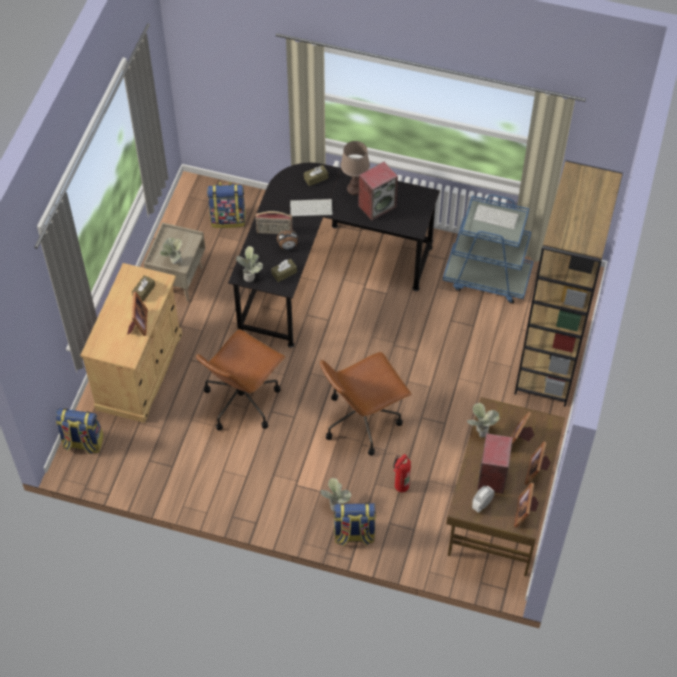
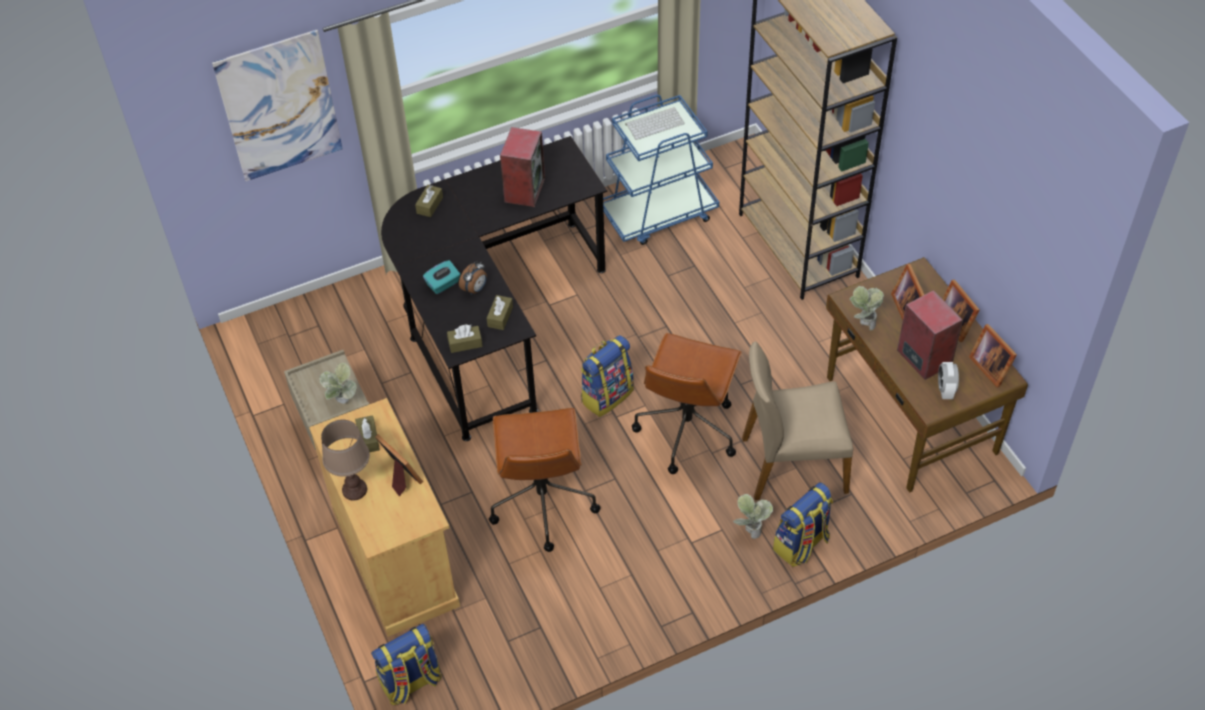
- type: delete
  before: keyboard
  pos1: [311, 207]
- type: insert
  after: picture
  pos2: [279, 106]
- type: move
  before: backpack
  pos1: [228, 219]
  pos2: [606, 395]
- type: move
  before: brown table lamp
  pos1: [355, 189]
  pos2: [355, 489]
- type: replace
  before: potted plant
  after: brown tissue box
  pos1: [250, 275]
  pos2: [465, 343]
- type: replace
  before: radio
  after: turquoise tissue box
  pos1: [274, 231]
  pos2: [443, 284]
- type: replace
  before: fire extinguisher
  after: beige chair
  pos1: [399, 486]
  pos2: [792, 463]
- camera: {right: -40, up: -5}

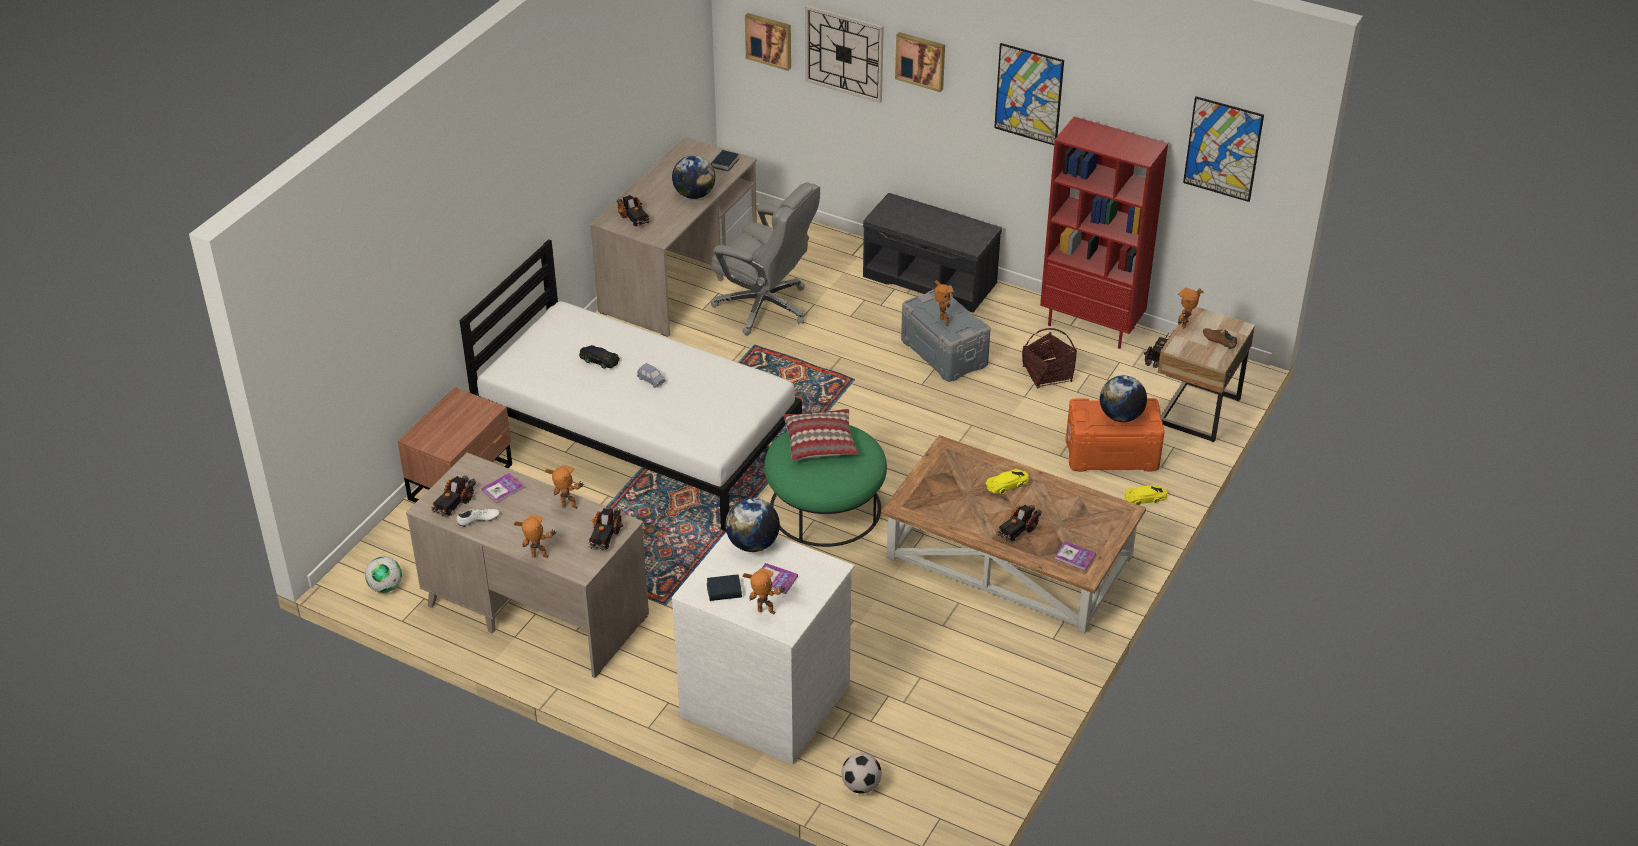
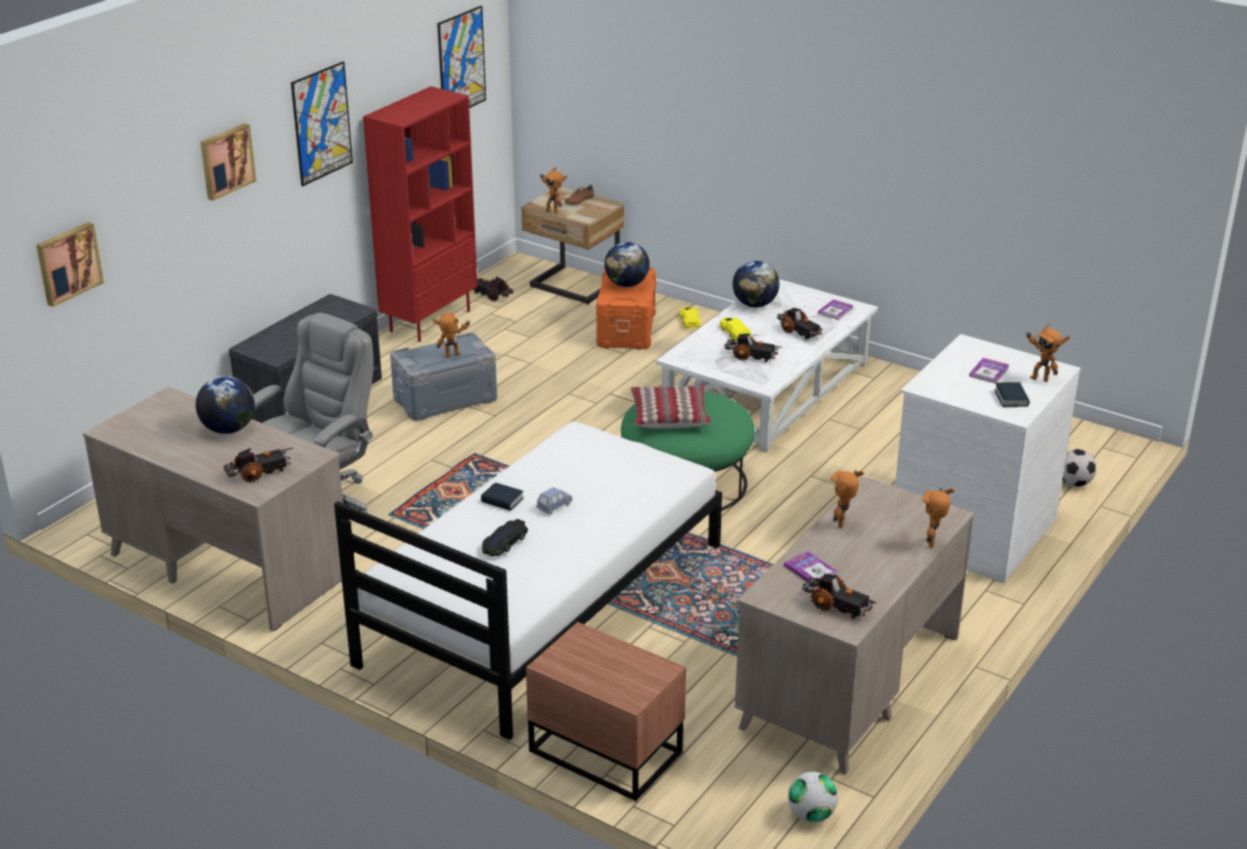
- type: delete
  before: white shoe
  pos1: [478, 520]
- type: delete
  before: wall clock
  pos1: [844, 53]
- type: delete
  before: basket
  pos1: [1047, 374]
- type: move
  before: toy truck
  pos1: [604, 535]
  pos2: [751, 357]
- type: move
  before: book
  pos1: [725, 163]
  pos2: [502, 500]
- type: move
  before: globe
  pos1: [753, 544]
  pos2: [755, 305]
- type: recolor
  before: brown coffee table
  after: white coffee table
  pos1: [1007, 558]
  pos2: [767, 390]
- type: rotate
  before: toy robot
  pos1: [766, 614]
  pos2: [1039, 378]
  turn: -75
- camera: {right: -85, up: -10}

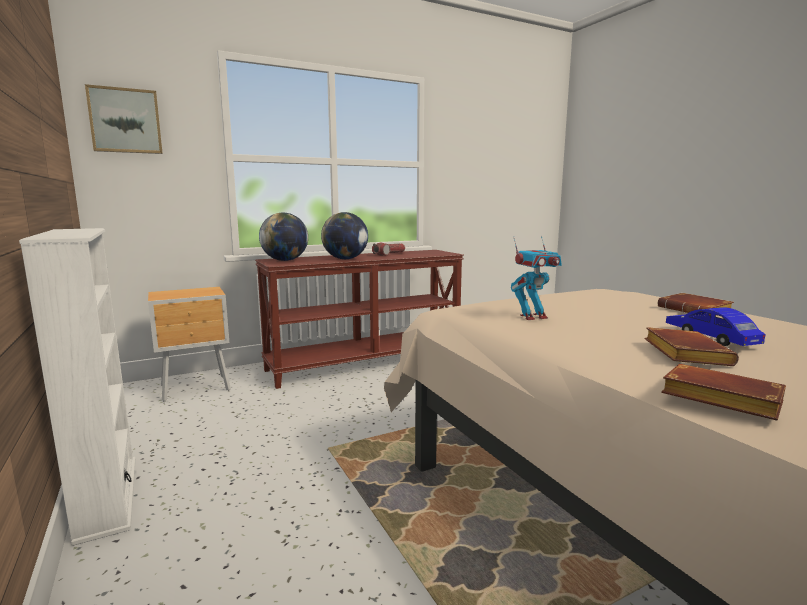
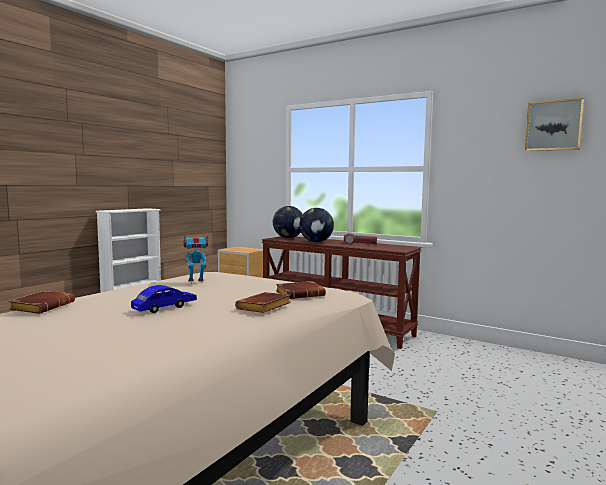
- type: move
  before: picture
  pos1: [125, 121]
  pos2: [553, 125]
- type: move
  before: brown book
  pos1: [682, 353]
  pos2: [301, 294]
- type: rotate
  before: toy robot
  pos1: [532, 317]
  pos2: [196, 281]
  turn: 120
- camera: {right: 60, up: -5}

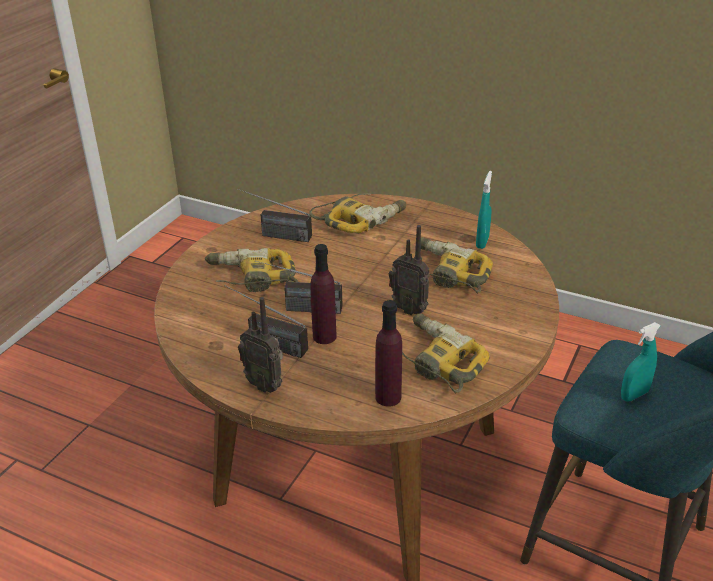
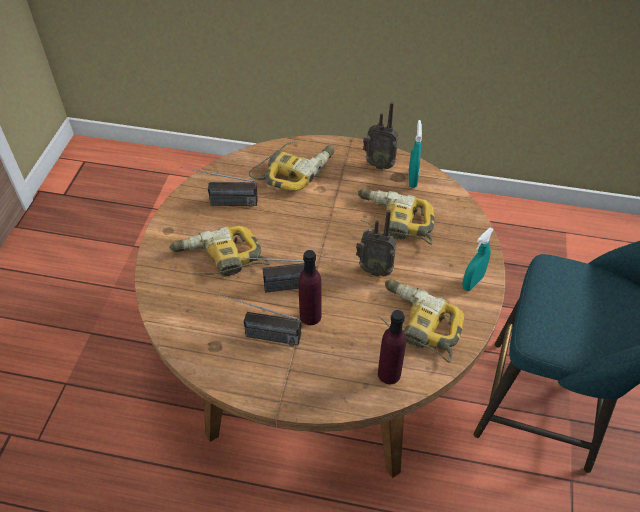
- type: move
  before: radio
  pos1: [265, 384]
  pos2: [379, 164]
- type: move
  before: turquoise spray bottle
  pos1: [634, 395]
  pos2: [472, 282]
- camera: {right: -15, up: 15}

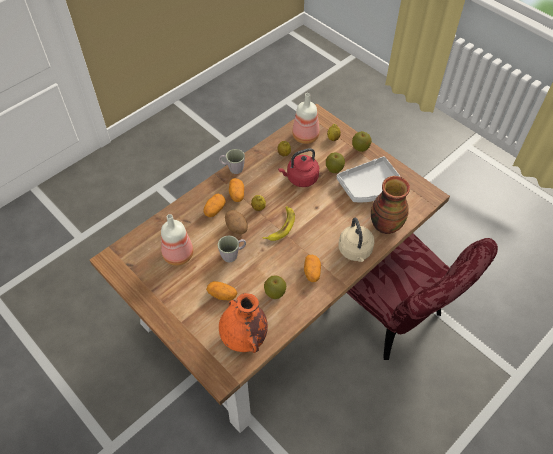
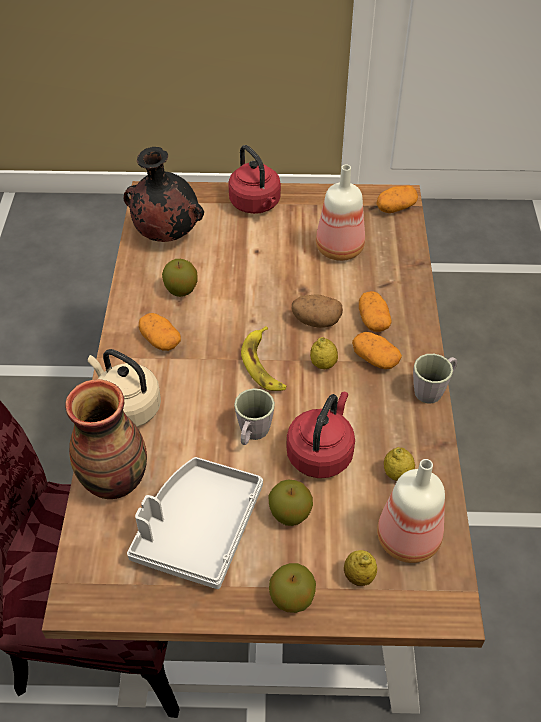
- type: insert
  after: red kettle
  pos2: [256, 204]
- type: move
  before: potato
  pos1: [222, 295]
  pos2: [395, 208]
- type: move
  before: grey mug
  pos1: [233, 254]
  pos2: [252, 434]
- type: recolor
  before: orange vase
  after: black vase
  pos1: [244, 337]
  pos2: [166, 233]
- camera: {right: 135, up: -5}

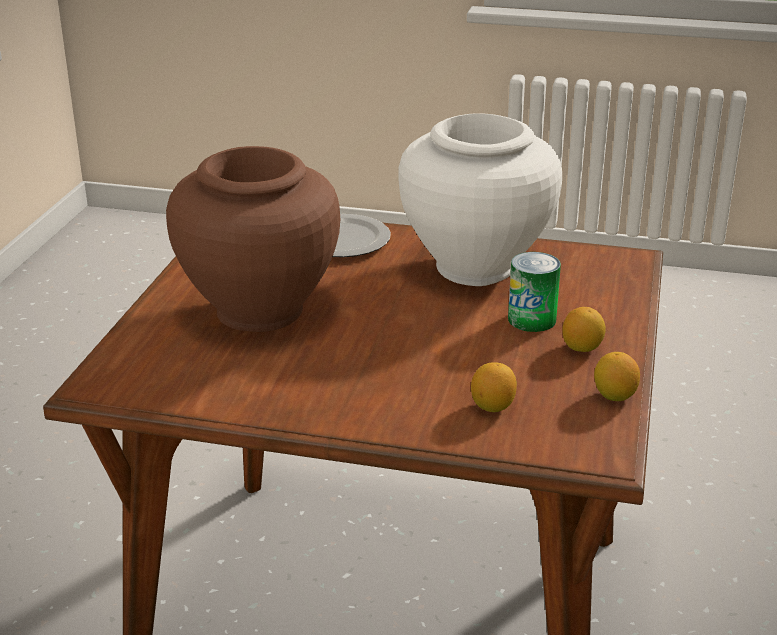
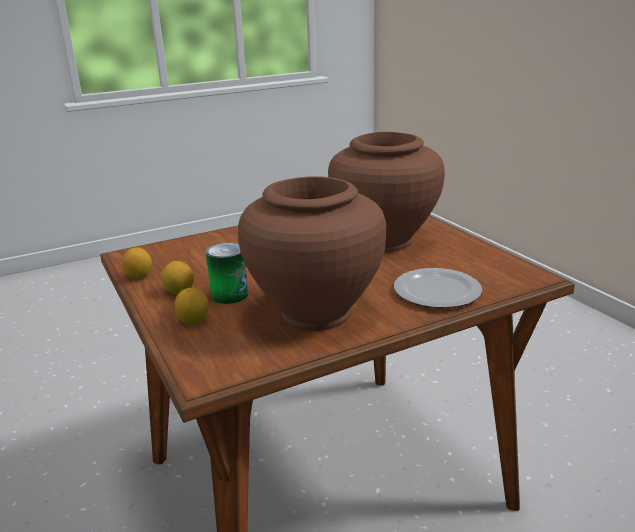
- type: move
  before: lemon
  pos1: [492, 406]
  pos2: [193, 321]
- type: recolor
  before: white vase
  after: brown vase
  pos1: [475, 267]
  pos2: [316, 313]
- camera: {right: 140, up: -5}

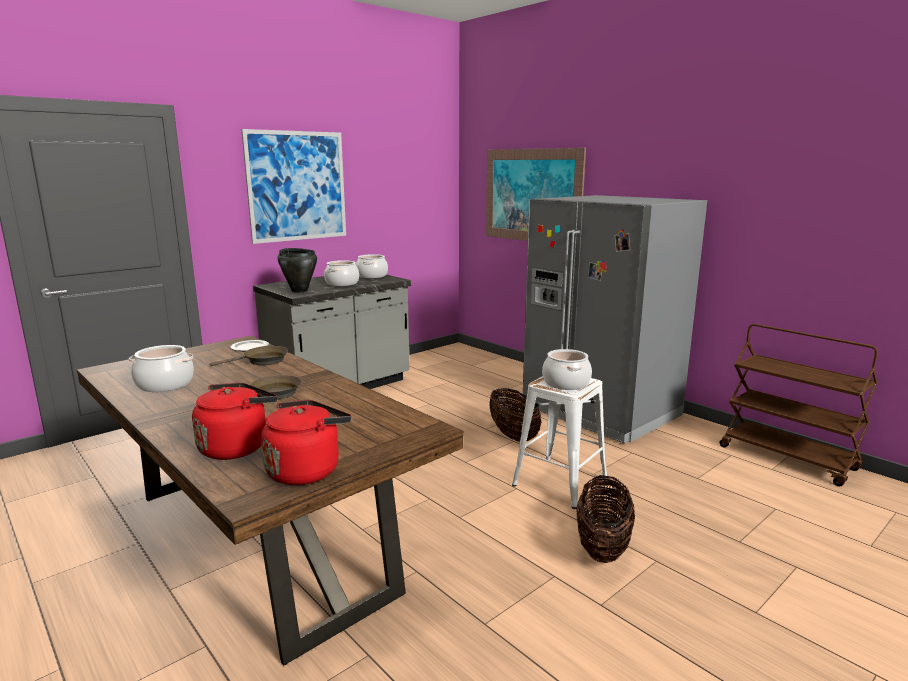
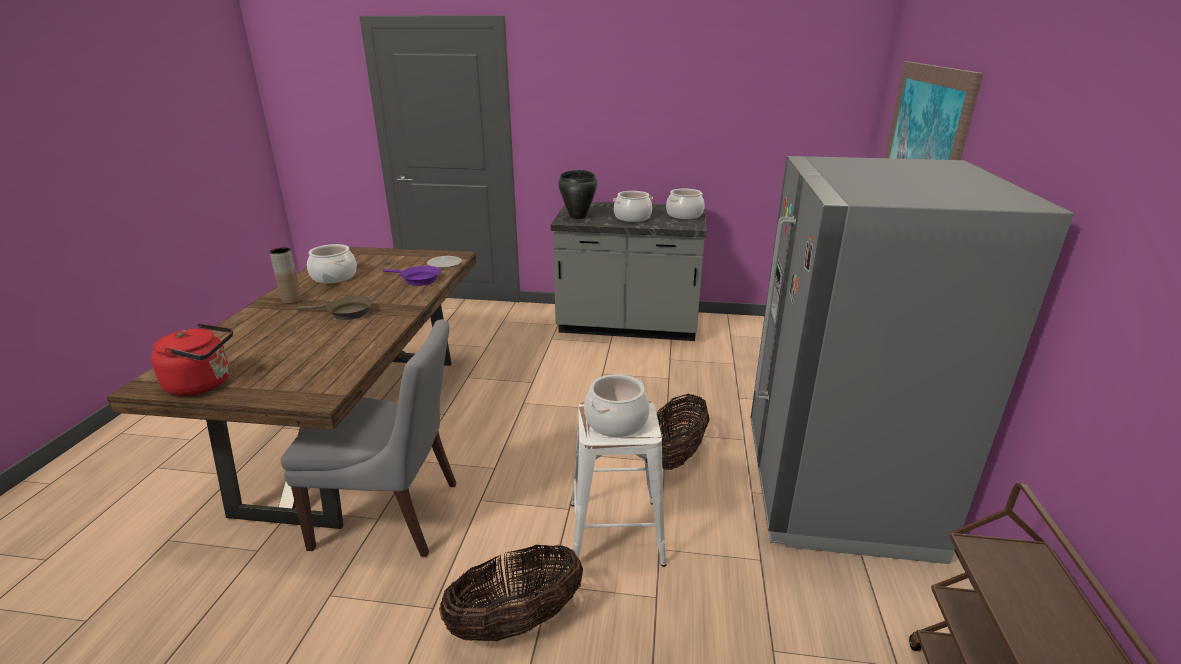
- type: delete
  before: red kettle
  pos1: [236, 447]
- type: delete
  before: picture
  pos1: [297, 186]
- type: insert
  after: brown vase
  pos2: [291, 300]
- type: insert
  after: grey chair
  pos2: [392, 515]
- type: recolor
  before: brown frying pan
  after: purple frying pan
  pos1: [262, 361]
  pos2: [418, 279]
- camera: {right: 50, up: 10}

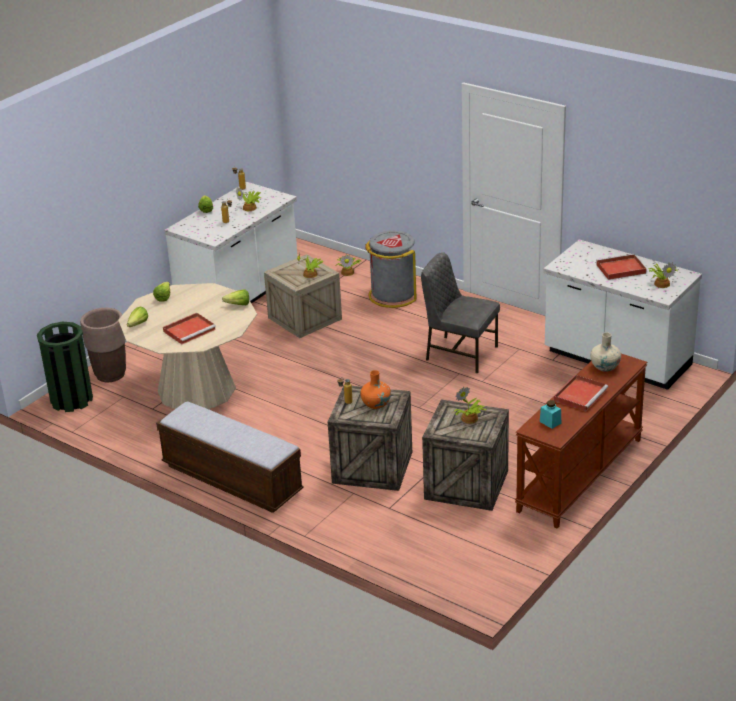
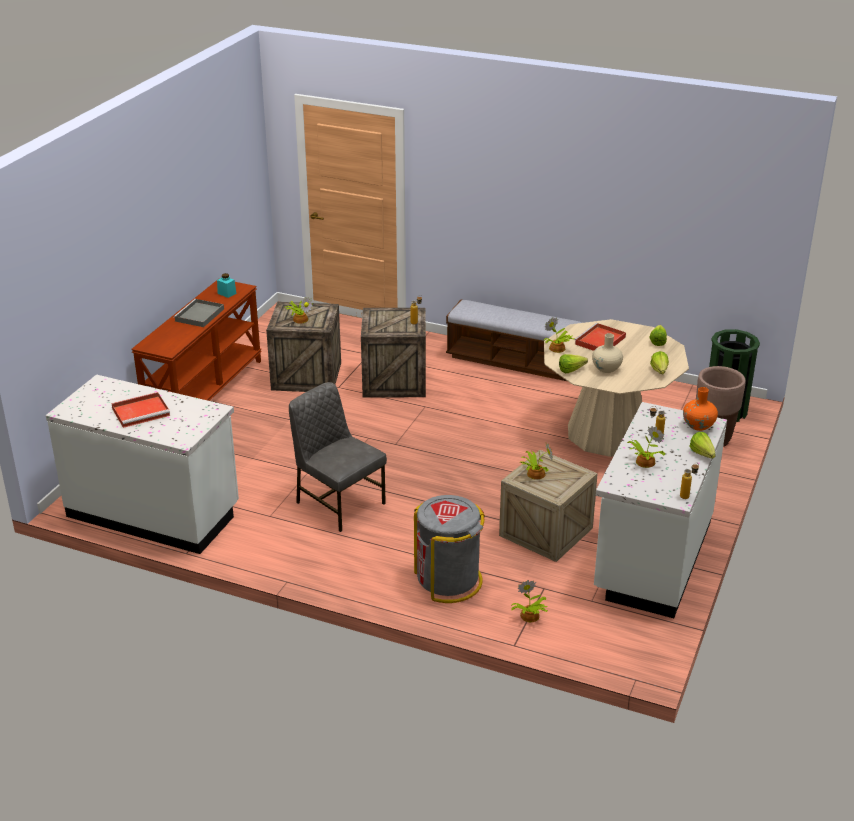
- type: move
  before: orange vase
  pos1: [376, 404]
  pos2: [698, 425]
- type: move
  before: beige vase
  pos1: [605, 367]
  pos2: [606, 368]
- type: move
  before: potted plant
  pos1: [662, 283]
  pos2: [557, 349]
- type: recolor
  before: red tray
  after: grey tray
  pos1: [580, 394]
  pos2: [199, 315]
- type: rotate
  before: grey chair
  pos1: [460, 353]
  pos2: [338, 503]
  turn: -150
- camera: {right: 165, up: 0}

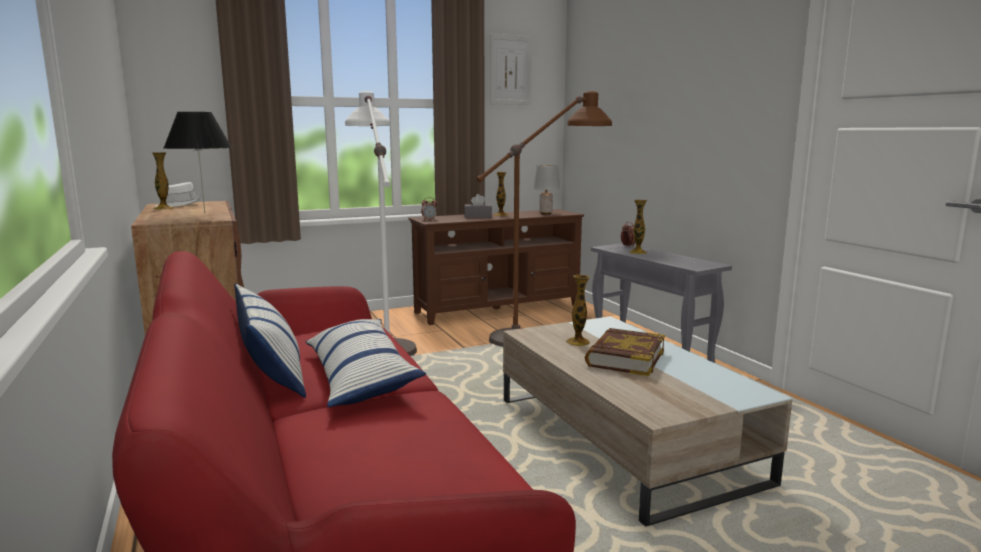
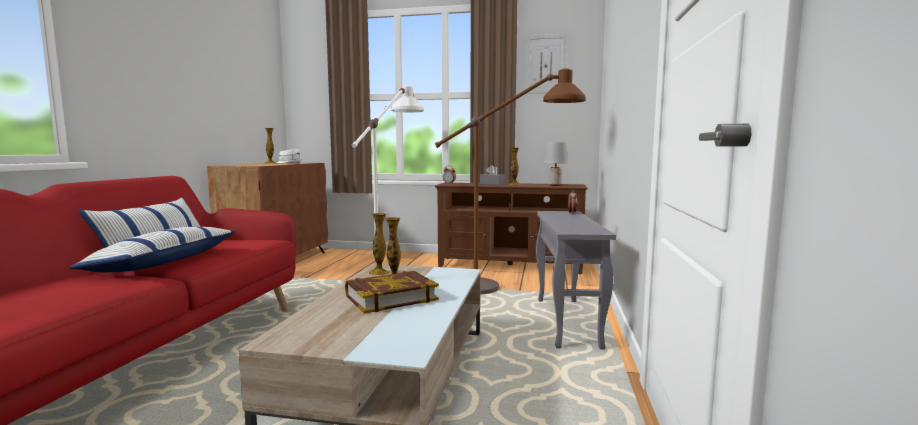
- type: delete
  before: black table lamp
  pos1: [205, 213]
- type: move
  before: vase
  pos1: [638, 252]
  pos2: [379, 272]
- camera: {right: 35, up: -5}

